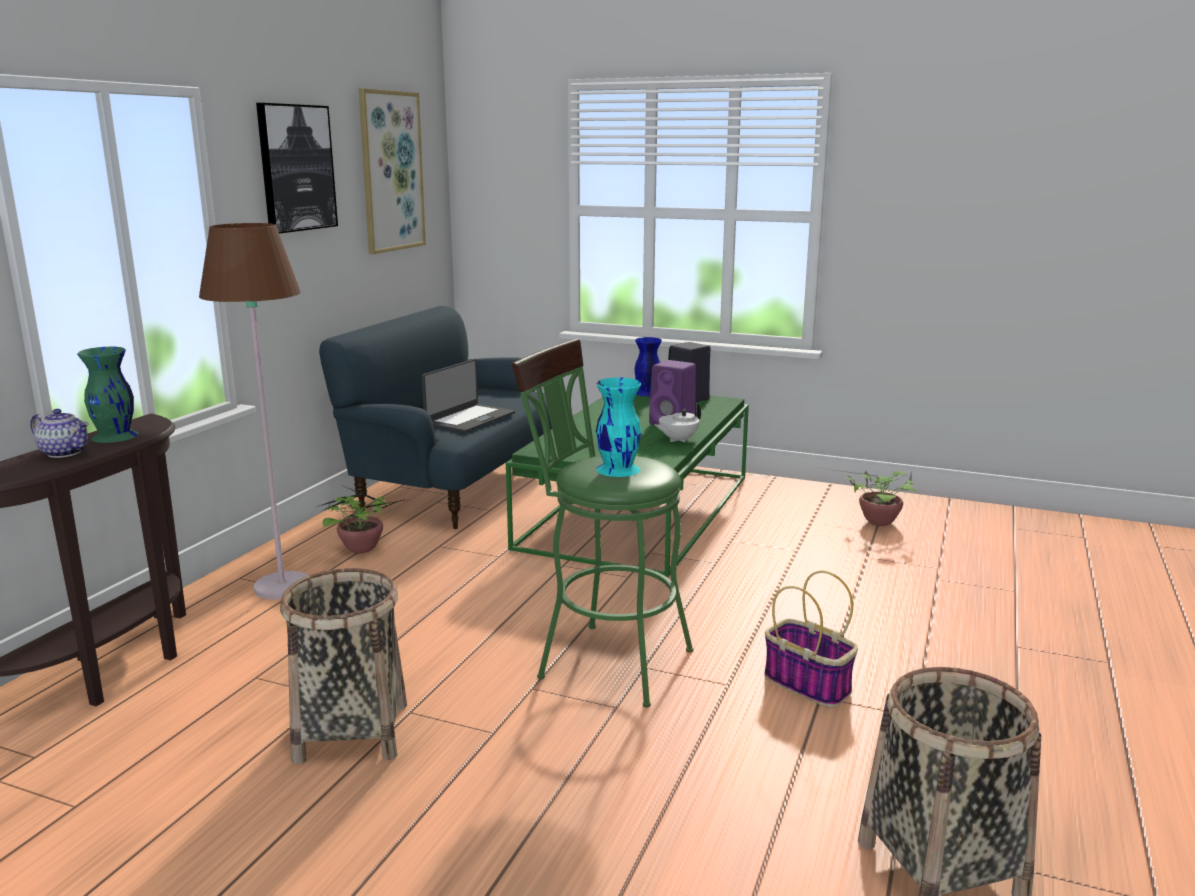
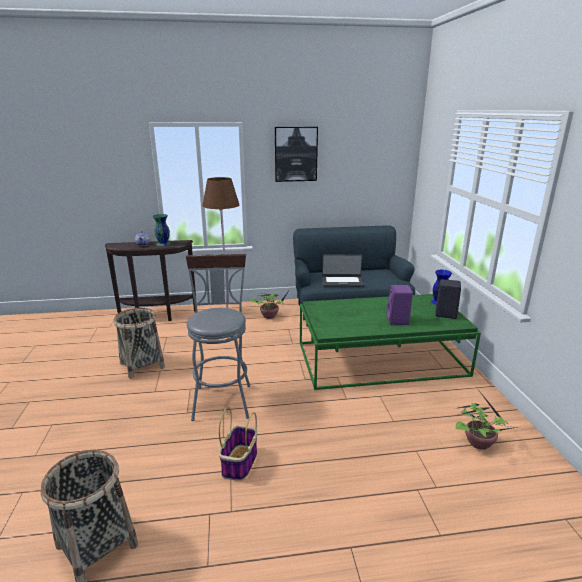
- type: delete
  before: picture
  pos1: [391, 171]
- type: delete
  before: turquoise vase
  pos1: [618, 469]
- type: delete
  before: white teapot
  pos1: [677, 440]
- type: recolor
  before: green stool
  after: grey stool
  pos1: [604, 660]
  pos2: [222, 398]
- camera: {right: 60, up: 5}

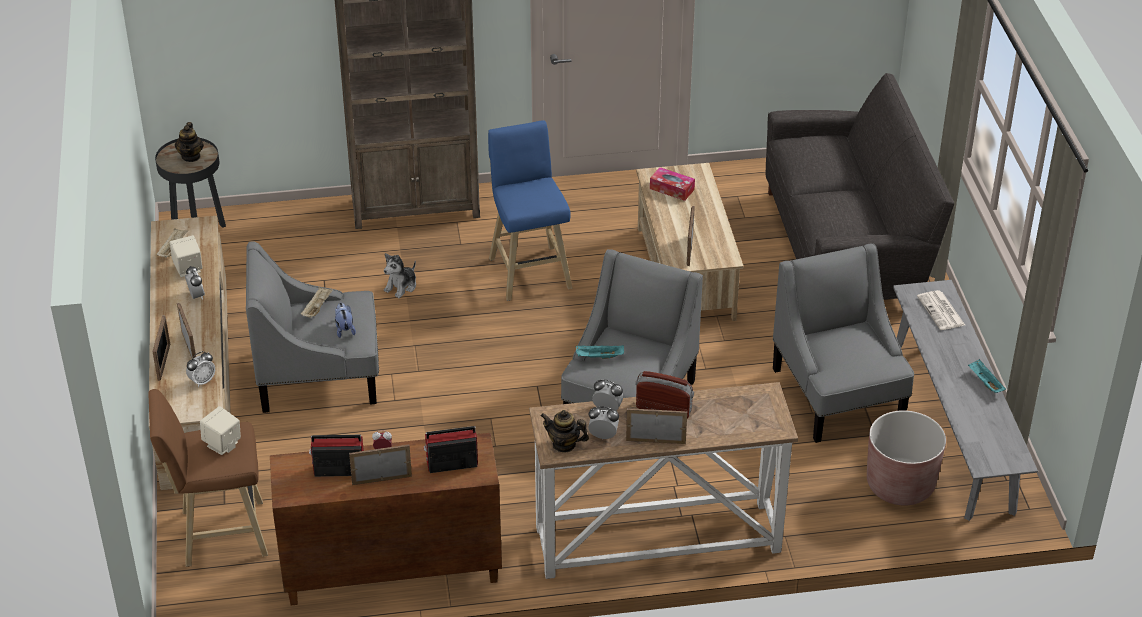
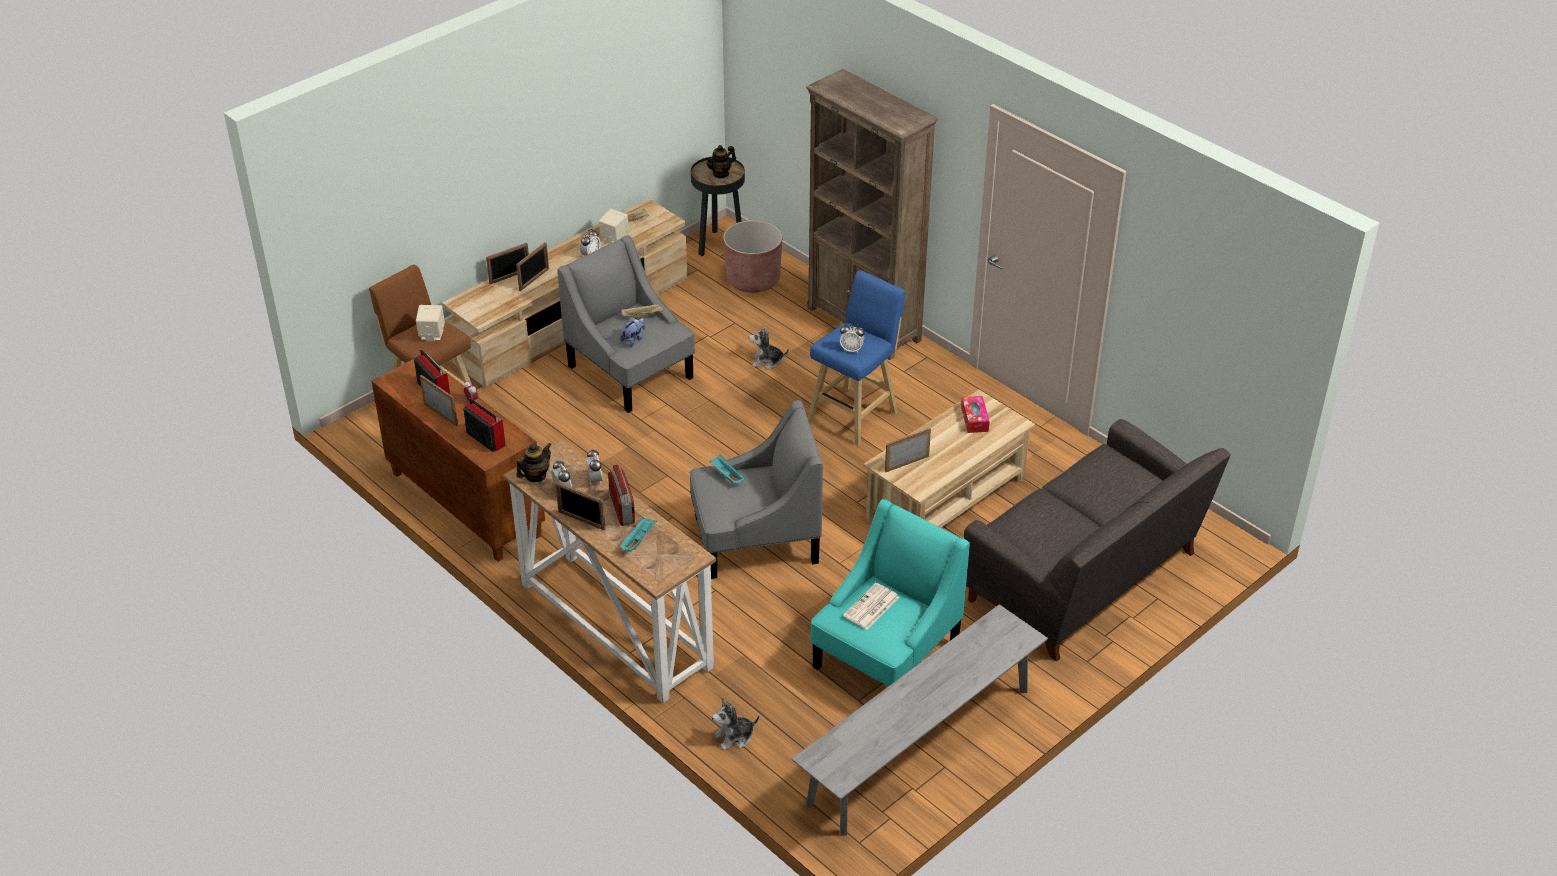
- type: insert
  after: plush toy
  pos2: [734, 737]
- type: move
  before: alarm clock
  pos1: [202, 381]
  pos2: [851, 349]
- type: move
  before: brown planter
  pos1: [900, 485]
  pos2: [753, 280]
- type: move
  before: newspaper
  pos1: [941, 311]
  pos2: [871, 607]
- type: move
  before: turquoise tray
  pos1: [985, 382]
  pos2: [638, 540]
- type: recolor
  before: grey armchair
  after: turquoise armchair
  pos1: [838, 395]
  pos2: [886, 656]
- type: rotate
  before: teapot
  pos1: [564, 444]
  pos2: [535, 476]
  turn: 60
- type: rotate
  before: picture frame
  pos1: [655, 441]
  pos2: [581, 520]
  turn: 150
- camera: {right: 55, up: 0}

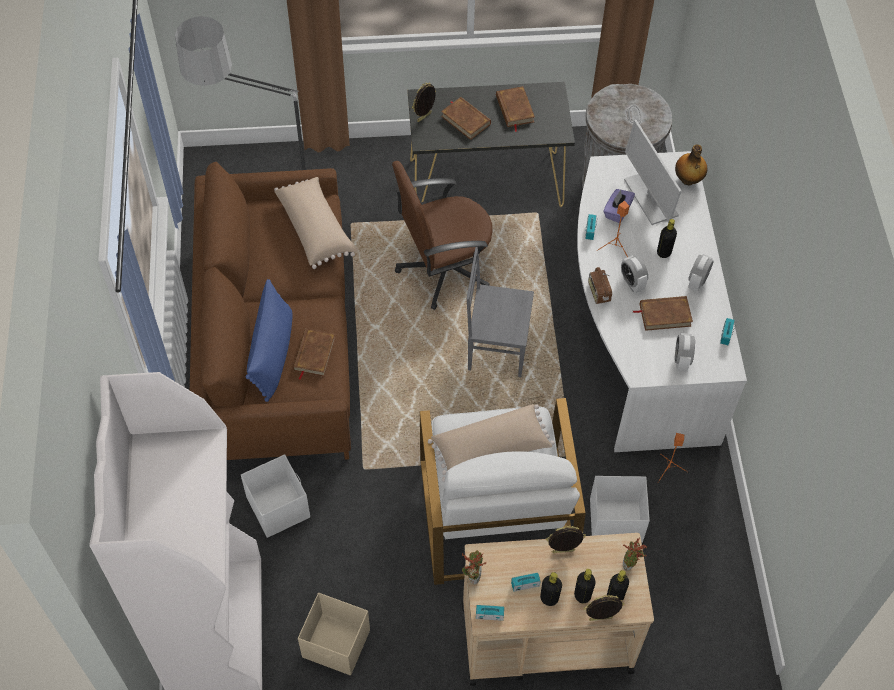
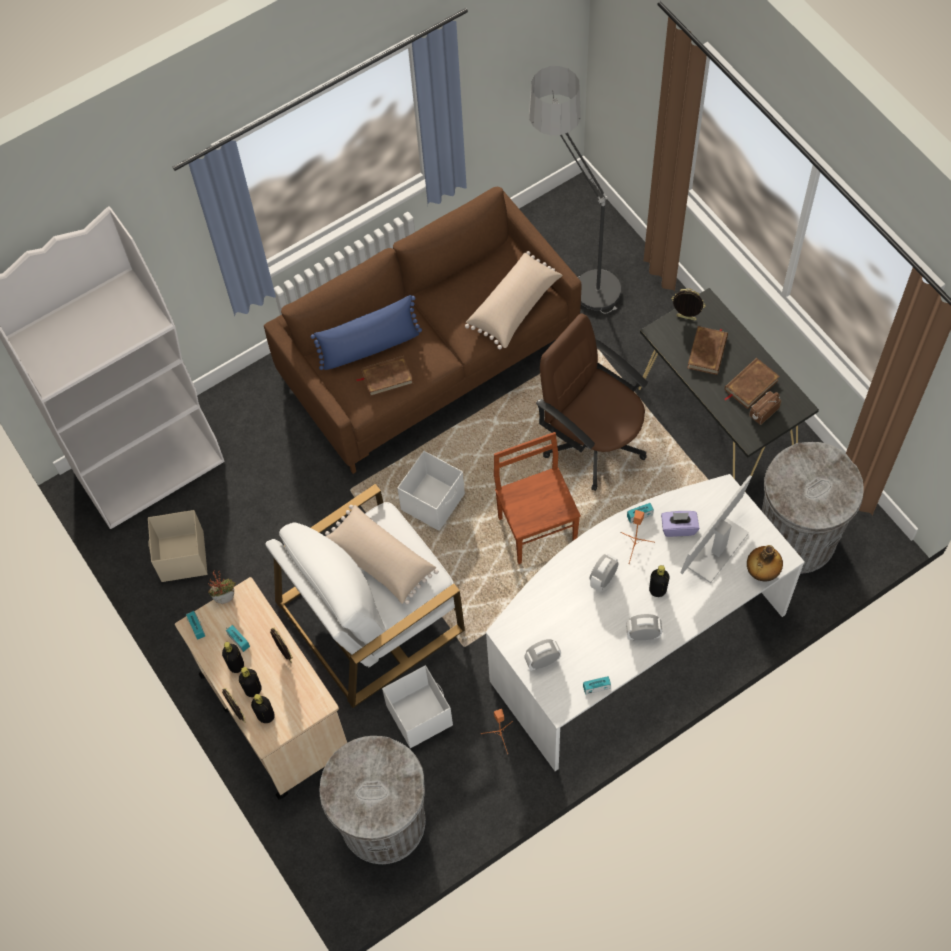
- type: delete
  before: potted plant
  pos1: [630, 565]
- type: delete
  before: brown book
  pos1: [664, 315]
- type: insert
  after: grey trash can
  pos2: [383, 822]
- type: move
  before: white storage box
  pos1: [278, 507]
  pos2: [433, 502]
- type: move
  before: radio
  pos1: [598, 292]
  pos2: [763, 412]
- type: recolor
  before: grey chair
  after: brown chair
  pos1: [497, 347]
  pos2: [537, 529]
- camera: {right: 65, up: 5}

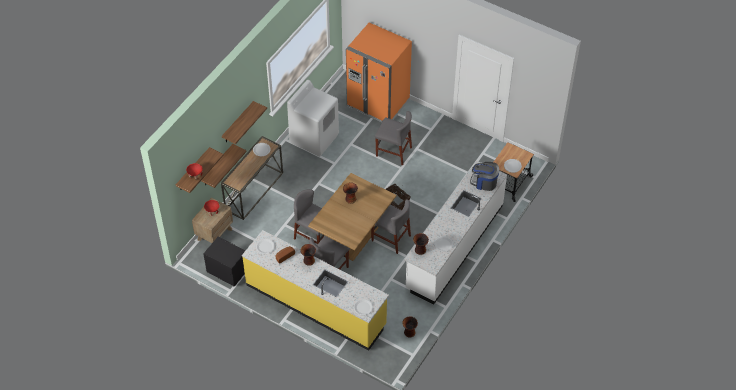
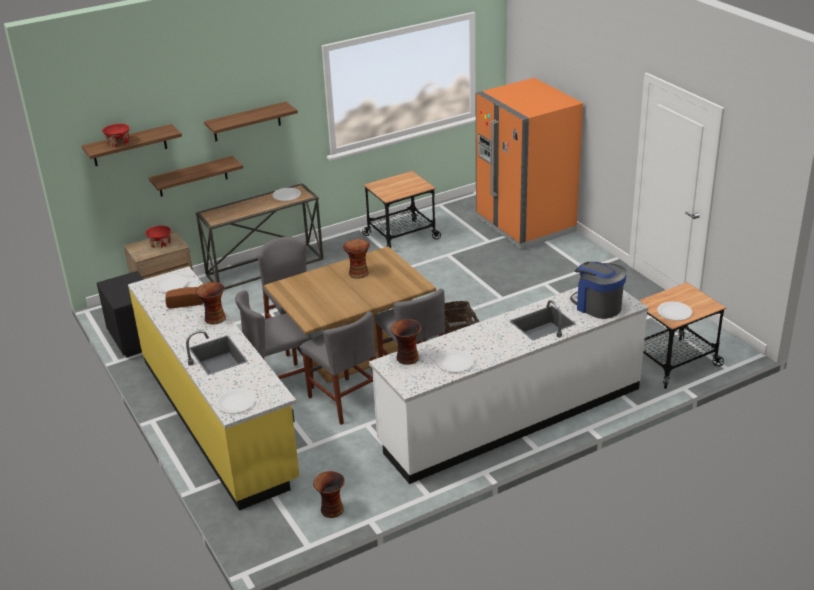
- type: move
  before: grey chair
  pos1: [393, 152]
  pos2: [344, 400]
- type: replace
  before: white washing machine
  after: cart
  pos1: [314, 138]
  pos2: [401, 237]
- camera: {right: 30, up: -20}

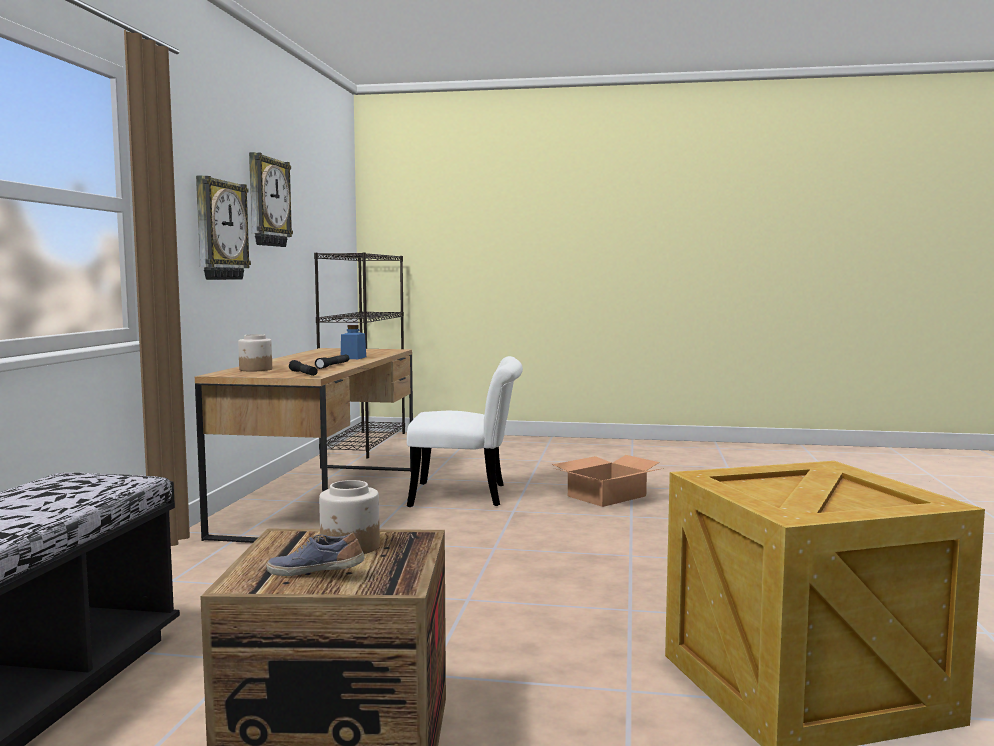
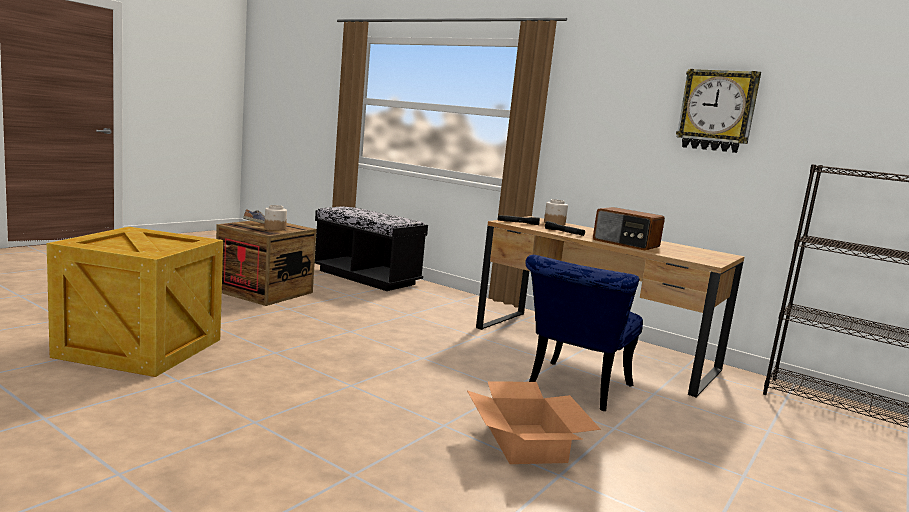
- type: delete
  before: wall clock
  pos1: [219, 230]
- type: replace
  before: blue jar
  after: radio
  pos1: [353, 358]
  pos2: [625, 244]
- type: recolor
  before: white chair
  after: blue chair
  pos1: [468, 496]
  pos2: [574, 389]
- camera: {right: 115, up: 5}

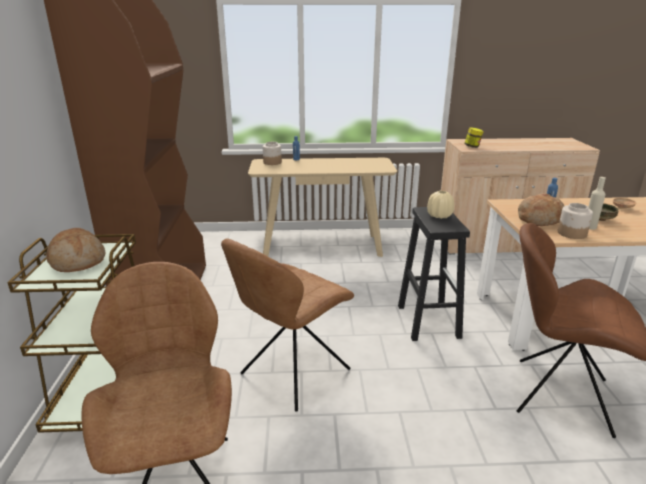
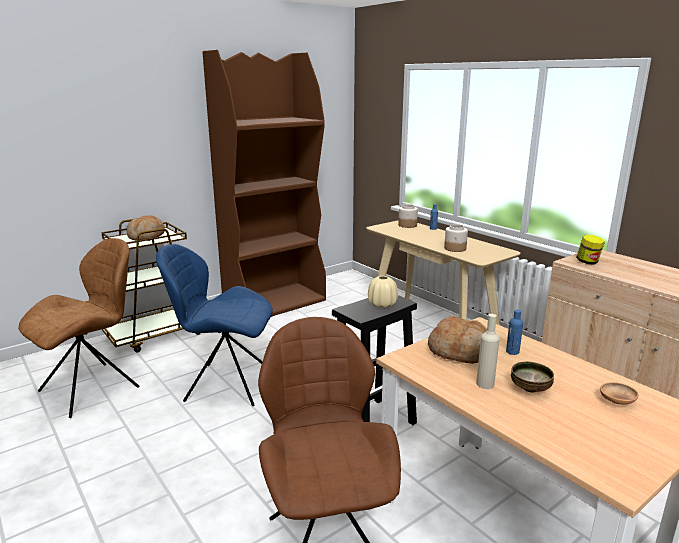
- type: move
  before: jar
  pos1: [572, 233]
  pos2: [455, 249]
- type: recolor
  before: brown chair
  after: blue chair
  pos1: [292, 373]
  pos2: [225, 384]
- camera: {right: 55, up: -5}

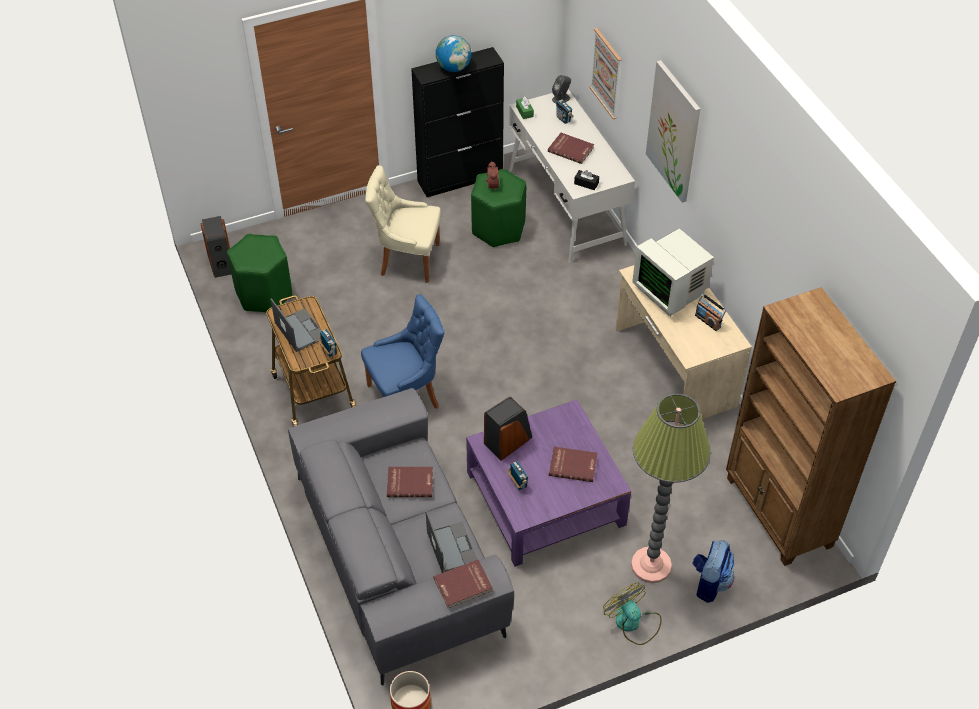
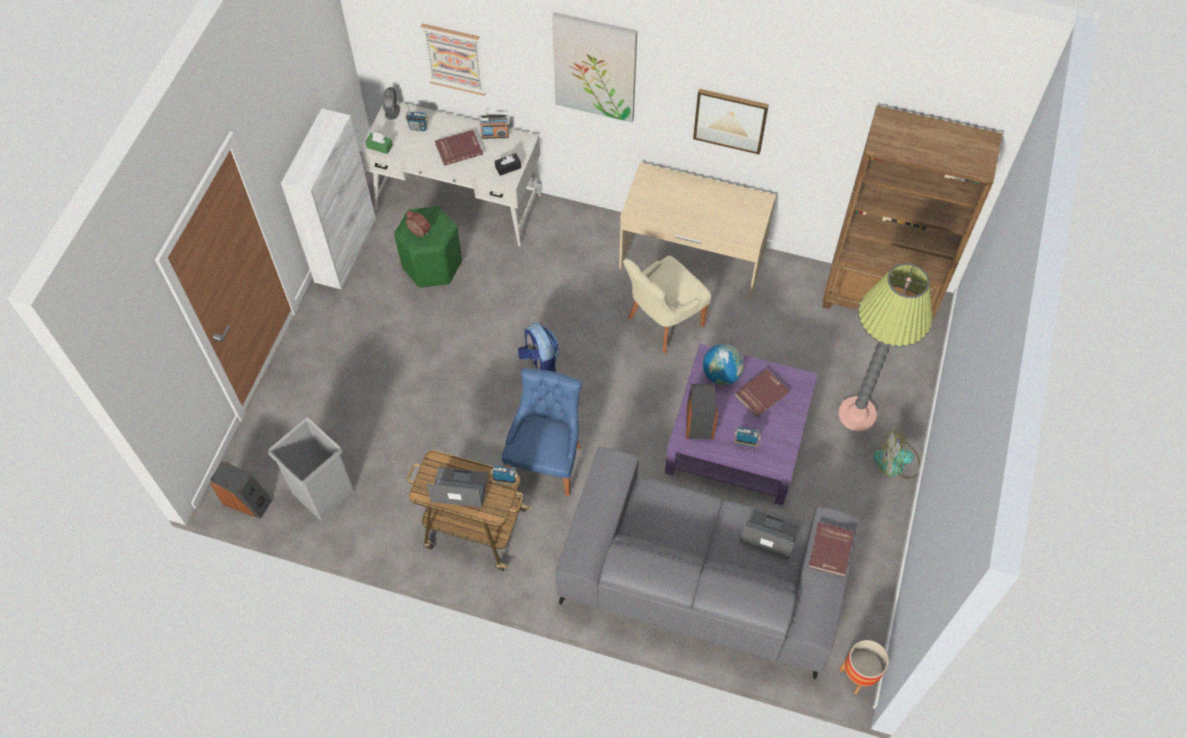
- type: delete
  before: red book
  pos1: [410, 482]
- type: delete
  before: monitor
  pos1: [671, 291]
- type: insert
  after: picture
  pos2: [730, 120]
- type: move
  before: beige chair
  pos1: [407, 259]
  pos2: [662, 322]
- type: move
  before: globe
  pos1: [454, 68]
  pos2: [721, 374]
- type: move
  before: backpack
  pos1: [709, 583]
  pos2: [540, 362]
- type: move
  before: radio
  pos1: [708, 321]
  pos2: [495, 135]
- type: replace
  before: green stool
  after: grey trash can
  pos1: [264, 293]
  pos2: [322, 491]
- type: recolor
  before: black cabinet
  after: white cabinet
  pos1: [460, 178]
  pos2: [346, 249]
- camera: {right: -50, up: 10}

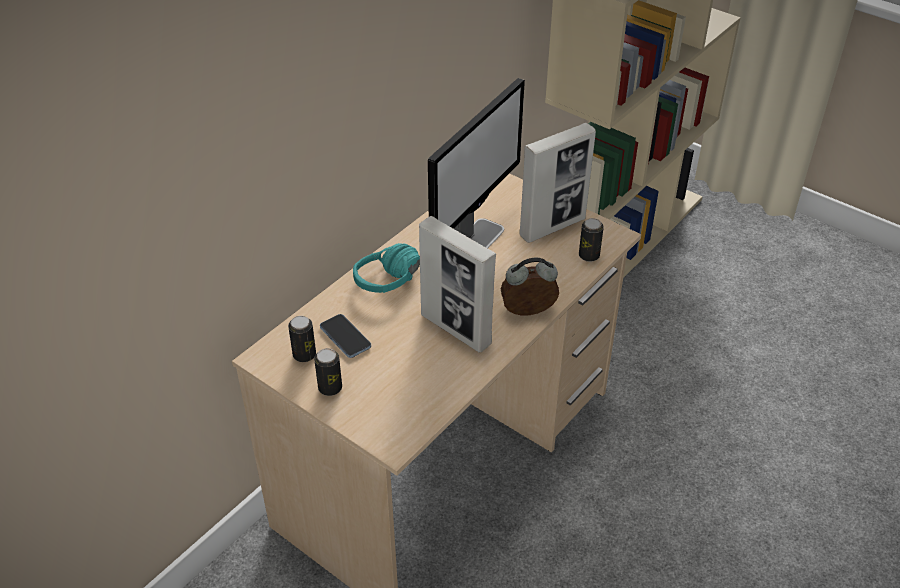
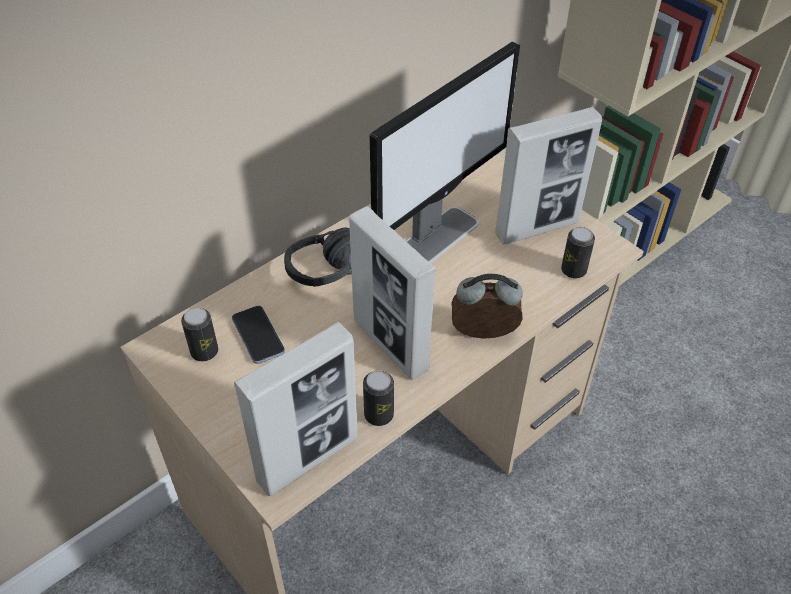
- type: insert
  after: picture frame
  pos2: [308, 459]
- type: move
  before: can
  pos1: [330, 388]
  pos2: [379, 414]
- type: recolor
  before: turquoise headphones
  after: black headphones
  pos1: [395, 285]
  pos2: [334, 277]
- camera: {right: 10, up: 5}

